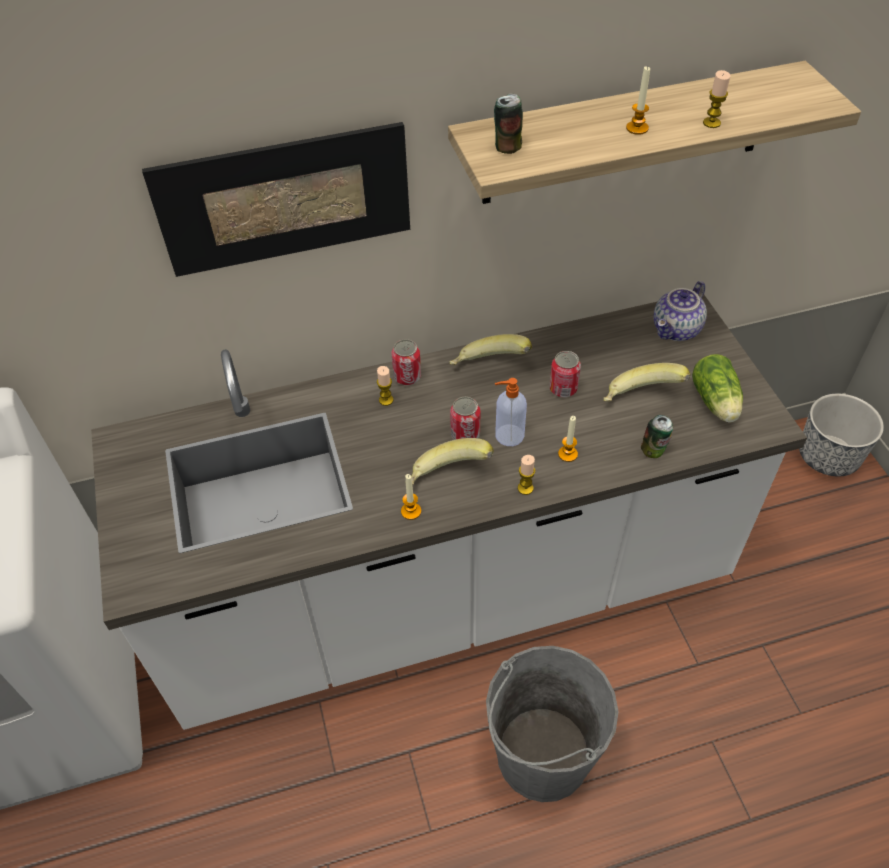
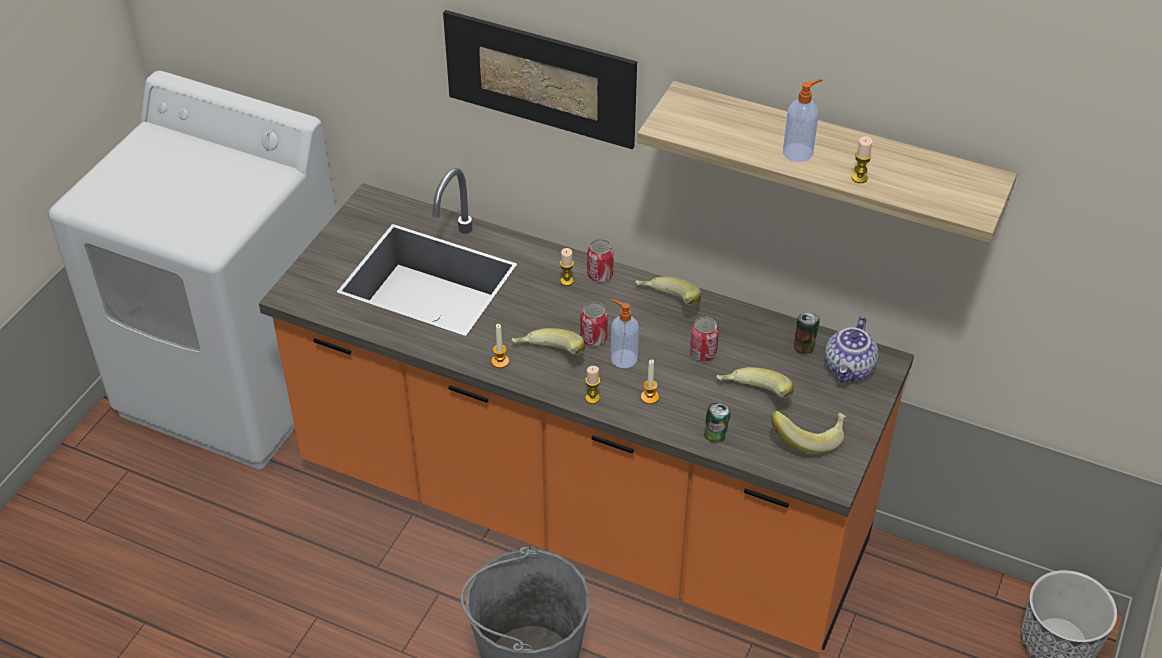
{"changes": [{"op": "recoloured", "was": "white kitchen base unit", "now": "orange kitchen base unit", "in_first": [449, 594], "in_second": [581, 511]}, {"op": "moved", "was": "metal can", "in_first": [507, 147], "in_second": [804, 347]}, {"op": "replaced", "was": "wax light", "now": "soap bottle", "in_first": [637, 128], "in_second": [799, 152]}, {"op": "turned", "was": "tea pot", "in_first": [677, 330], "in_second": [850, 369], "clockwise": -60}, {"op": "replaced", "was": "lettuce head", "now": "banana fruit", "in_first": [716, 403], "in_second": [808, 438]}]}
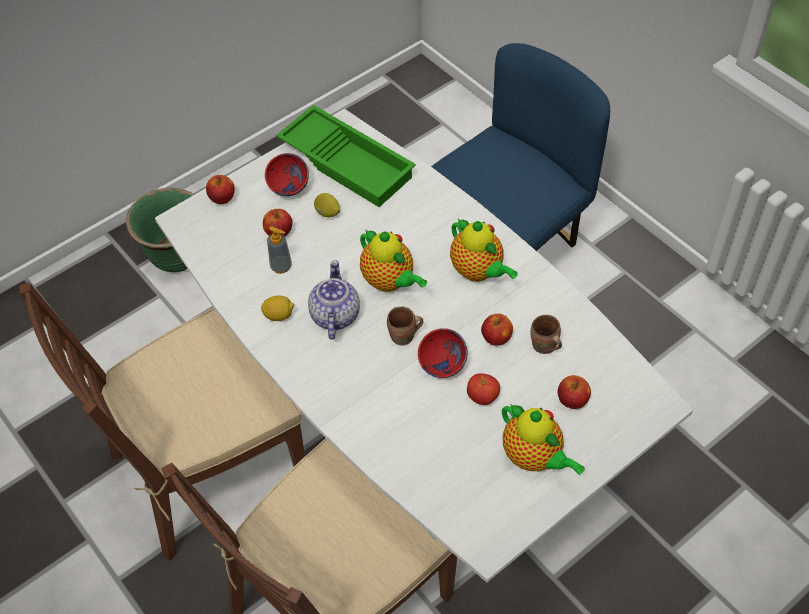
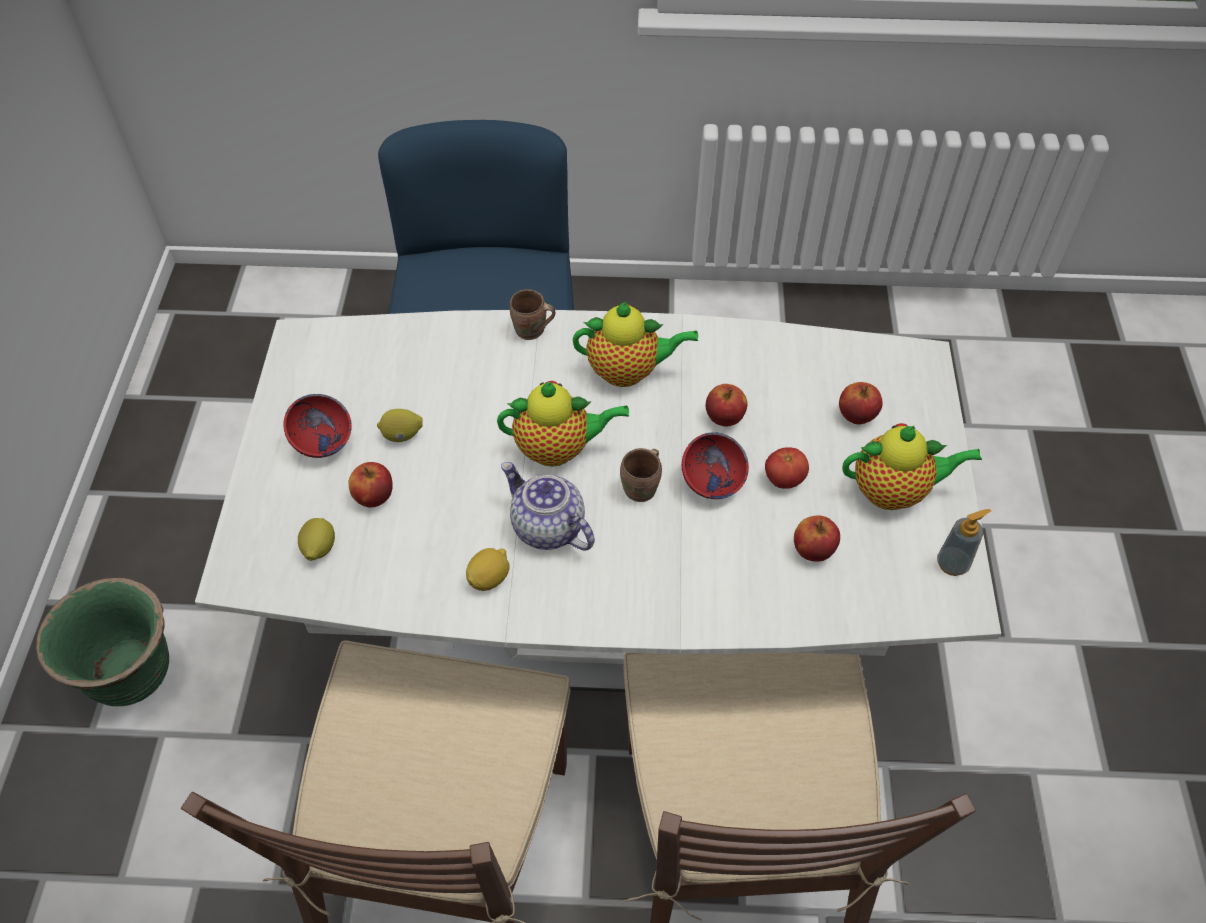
{"changes": [{"op": "moved", "was": "whole apple", "in_first": [222, 198], "in_second": [813, 550]}, {"op": "moved", "was": "soap bottle", "in_first": [281, 266], "in_second": [952, 564]}, {"op": "removed", "was": "green tray", "in_first": [348, 162]}, {"op": "moved", "was": "brownish tea mug", "in_first": [544, 347], "in_second": [531, 331]}, {"op": "added", "now": "lemon", "in_second": [319, 548]}]}
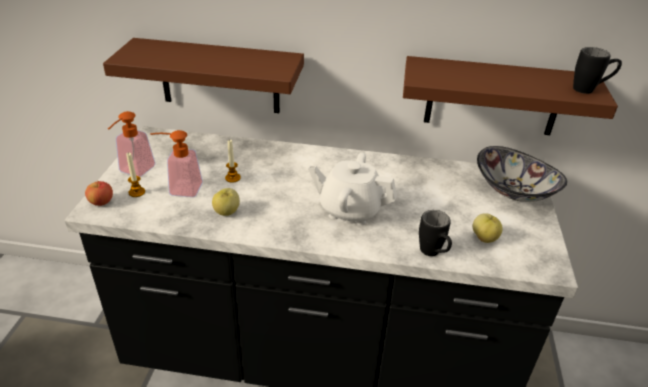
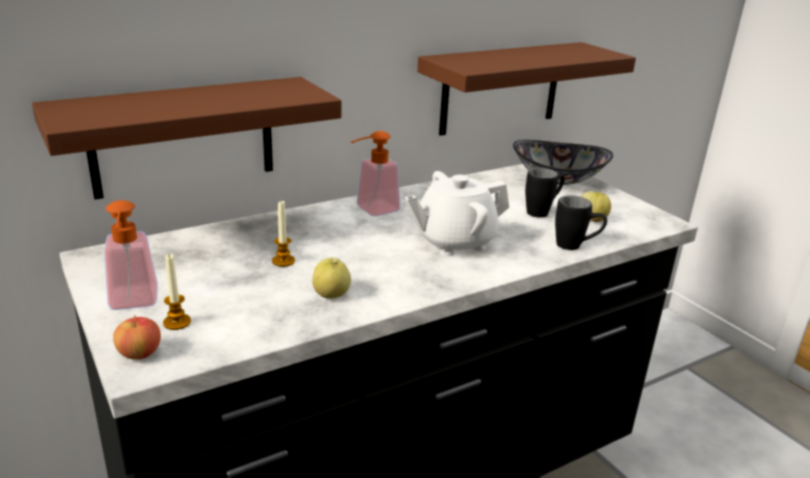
{"changes": [{"op": "moved", "was": "soap bottle", "in_first": [180, 188], "in_second": [371, 210]}, {"op": "moved", "was": "black-coloured tea mug", "in_first": [590, 90], "in_second": [542, 211]}]}
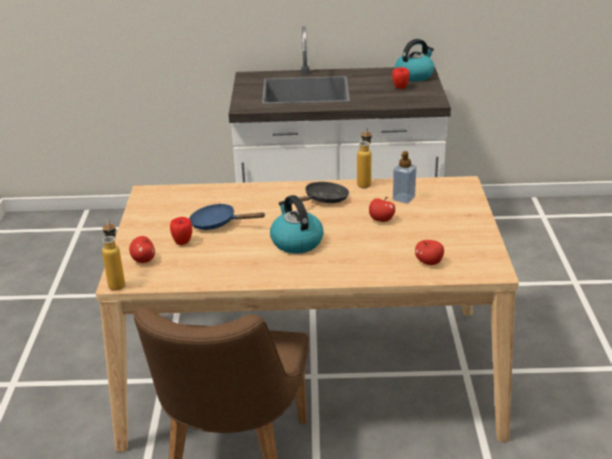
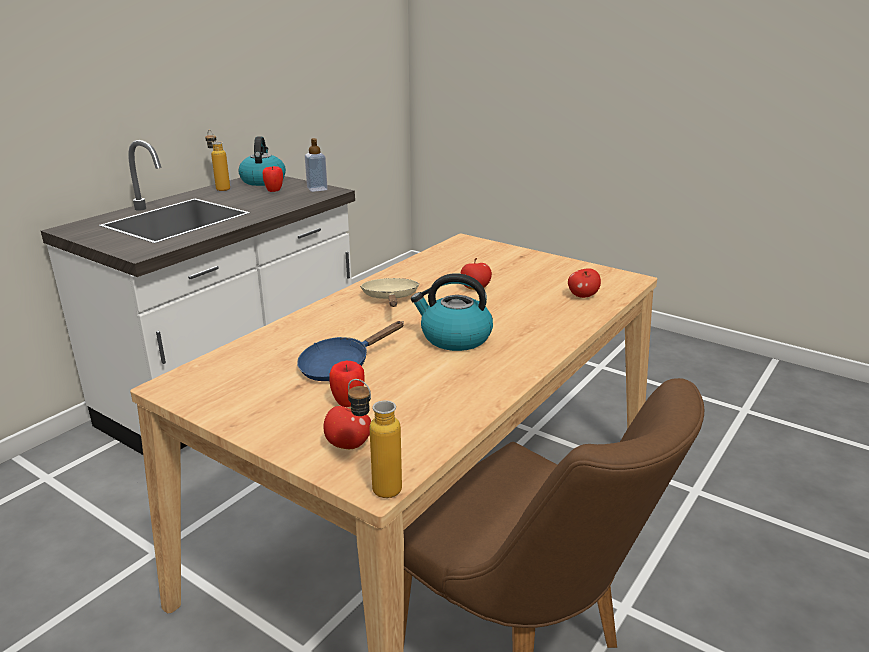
{"changes": [{"op": "recoloured", "was": "black-coloured pan", "now": "beige pan", "in_first": [323, 200], "in_second": [390, 298]}, {"op": "moved", "was": "drink bottle", "in_first": [365, 182], "in_second": [220, 188]}, {"op": "moved", "was": "soap bottle", "in_first": [403, 198], "in_second": [317, 189]}]}
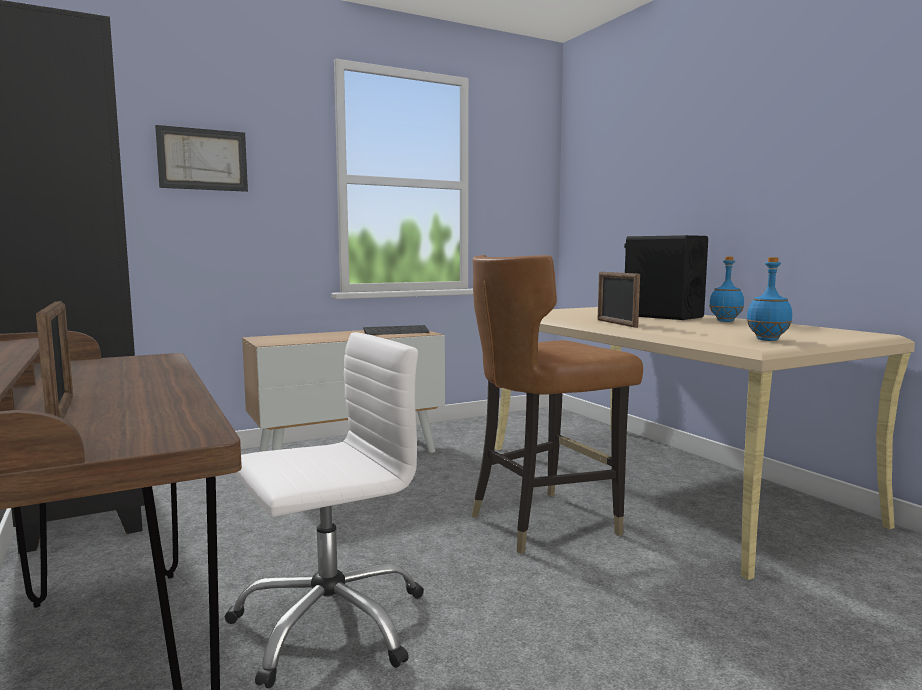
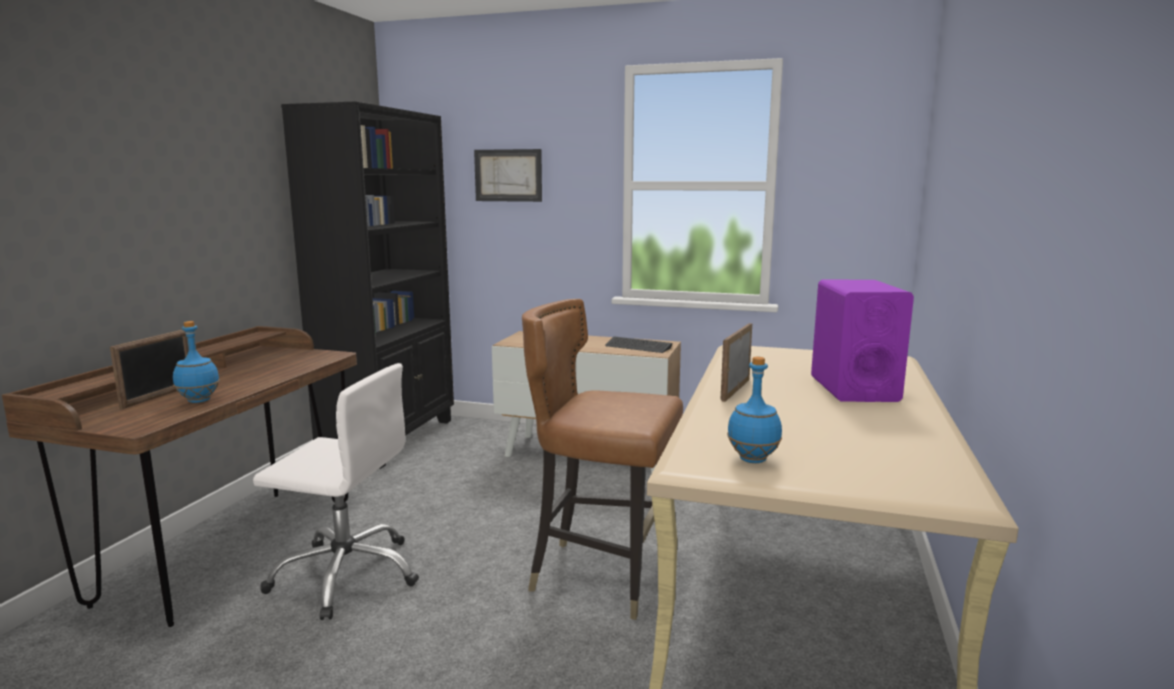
{"changes": [{"op": "recoloured", "was": "black-coloured audio speaker", "now": "purplish audio speaker", "in_first": [662, 316], "in_second": [853, 389]}, {"op": "moved", "was": "blue-coloured drink bottle", "in_first": [726, 321], "in_second": [198, 401]}]}
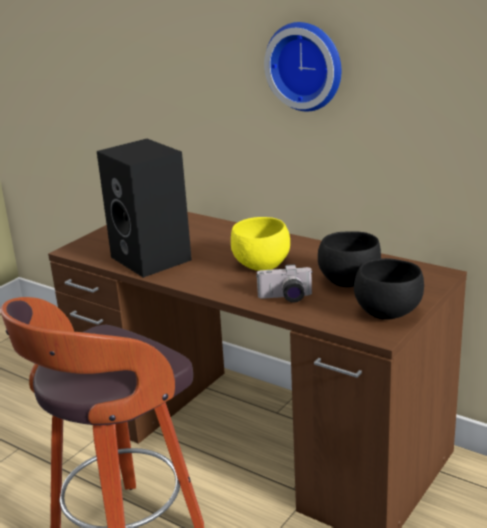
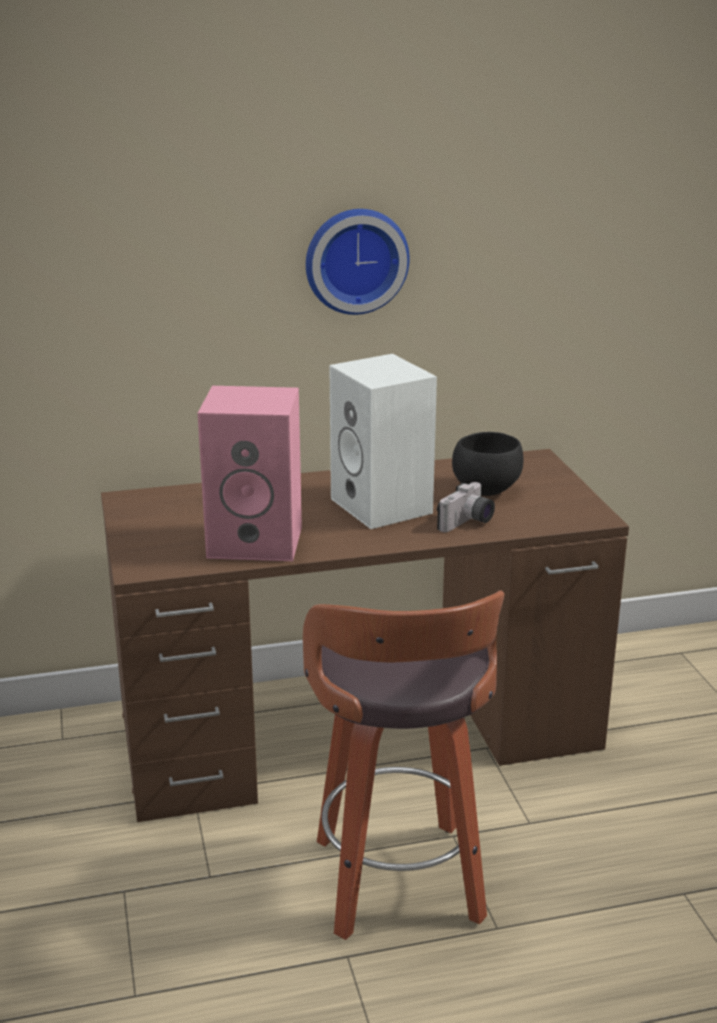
{"changes": [{"op": "recoloured", "was": "black-coloured audio speaker", "now": "pink-coloured audio speaker", "in_first": [153, 259], "in_second": [258, 541]}, {"op": "replaced", "was": "yellow-coloured deep dish", "now": "white audio speaker", "in_first": [262, 266], "in_second": [384, 506]}, {"op": "removed", "was": "black-coloured deep dish", "in_first": [388, 313]}]}
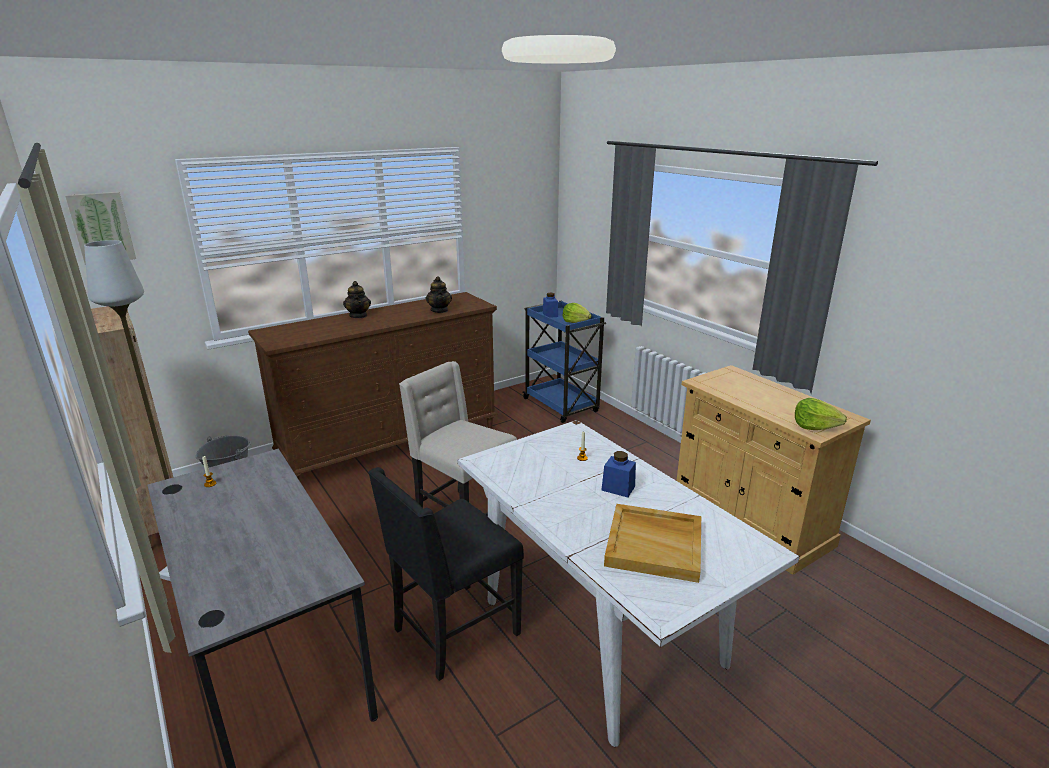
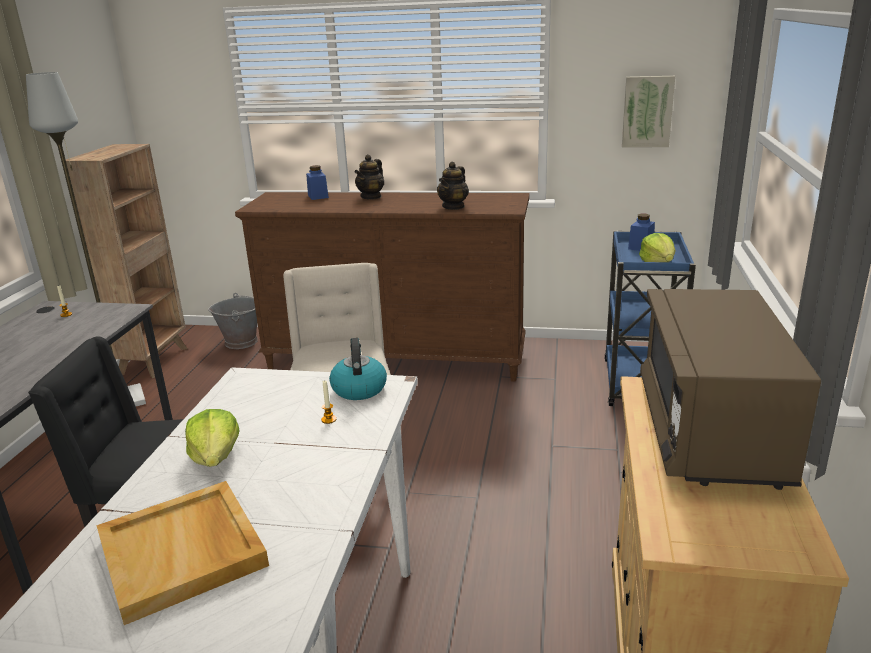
{"changes": [{"op": "moved", "was": "wall art", "in_first": [101, 227], "in_second": [647, 111]}, {"op": "moved", "was": "blue-coloured jar", "in_first": [618, 488], "in_second": [318, 196]}, {"op": "moved", "was": "lettuce head", "in_first": [814, 426], "in_second": [216, 457]}, {"op": "added", "now": "kettle", "in_second": [358, 388]}, {"op": "added", "now": "brownish microwave", "in_second": [709, 431]}]}
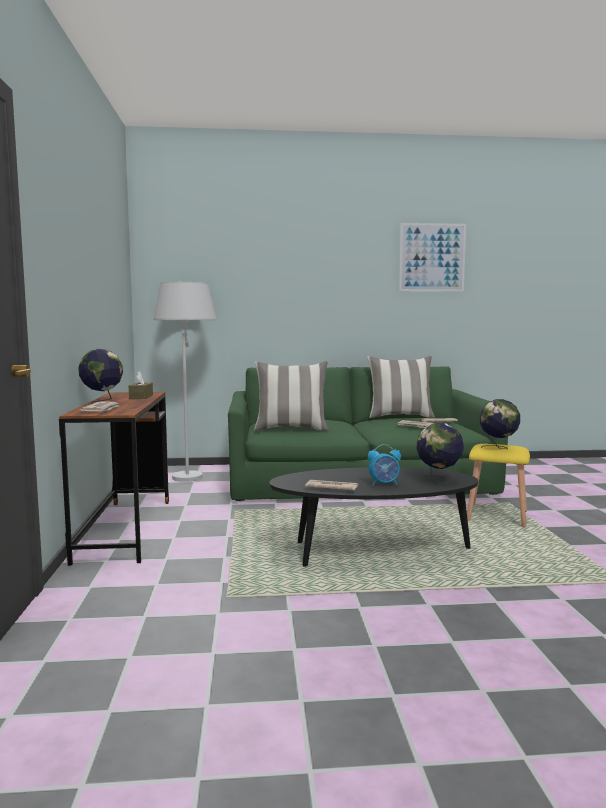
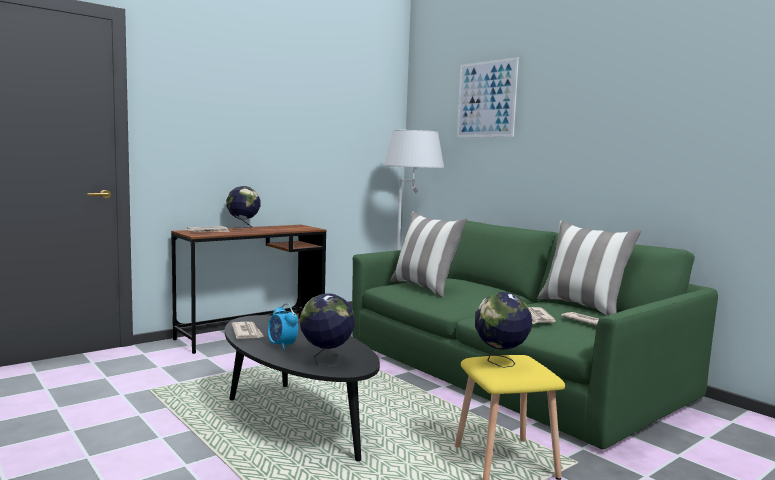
{"changes": [{"op": "removed", "was": "brownish box of tissues", "in_first": [141, 397]}, {"op": "moved", "was": "wall art", "in_first": [432, 257], "in_second": [486, 99]}]}
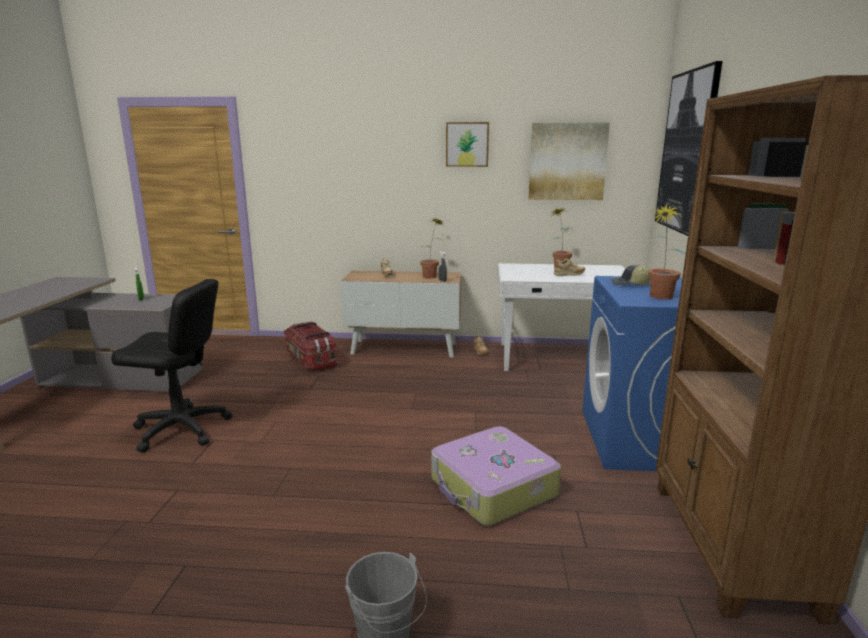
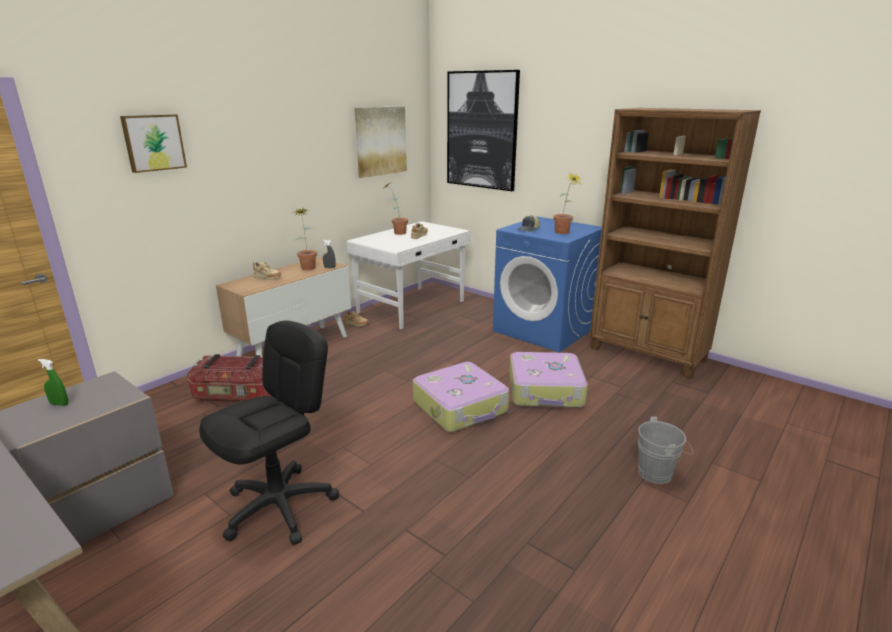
{"changes": [{"op": "moved", "was": "wall art", "in_first": [467, 144], "in_second": [153, 142]}, {"op": "added", "now": "piece of luggage", "in_second": [461, 407]}]}
